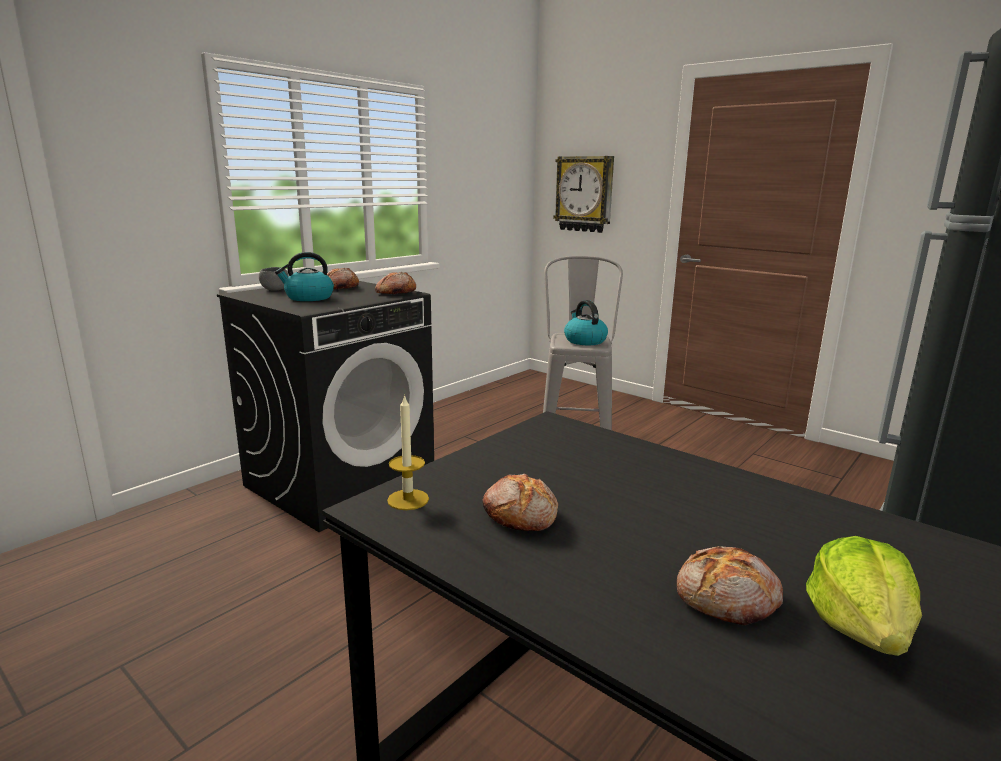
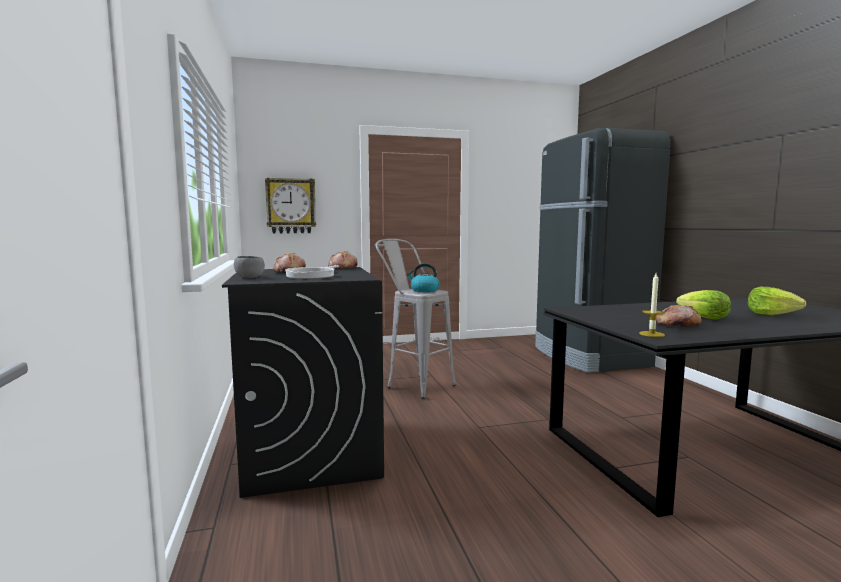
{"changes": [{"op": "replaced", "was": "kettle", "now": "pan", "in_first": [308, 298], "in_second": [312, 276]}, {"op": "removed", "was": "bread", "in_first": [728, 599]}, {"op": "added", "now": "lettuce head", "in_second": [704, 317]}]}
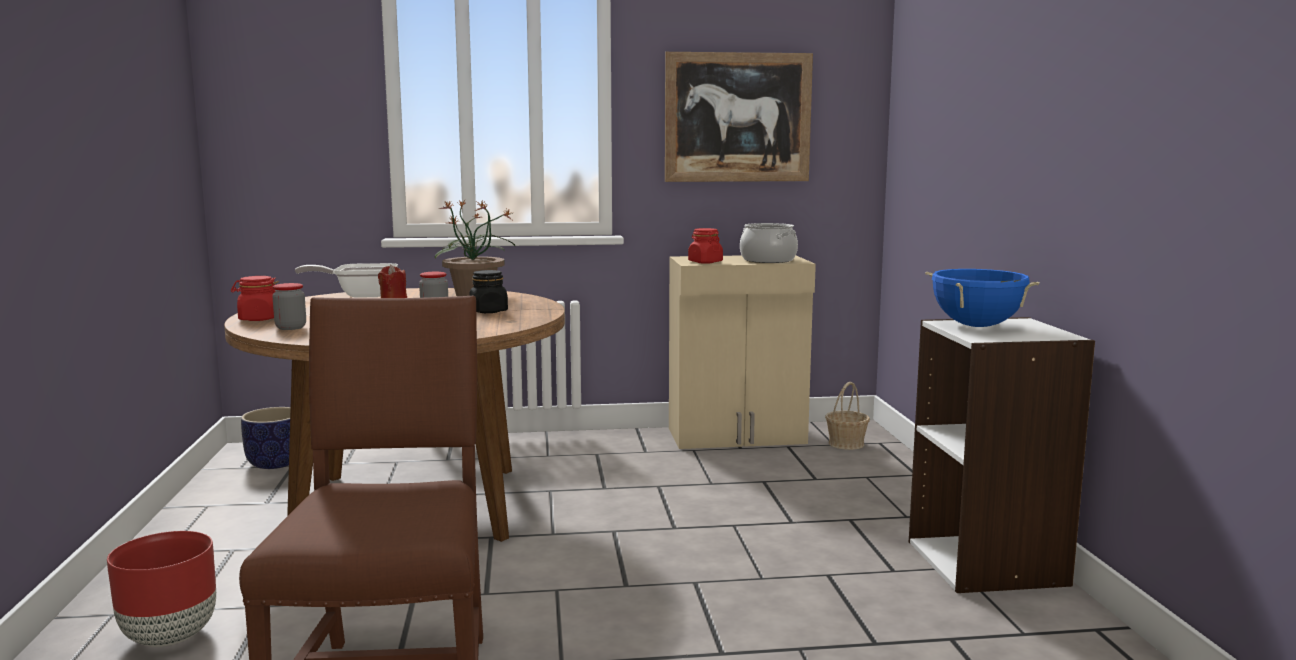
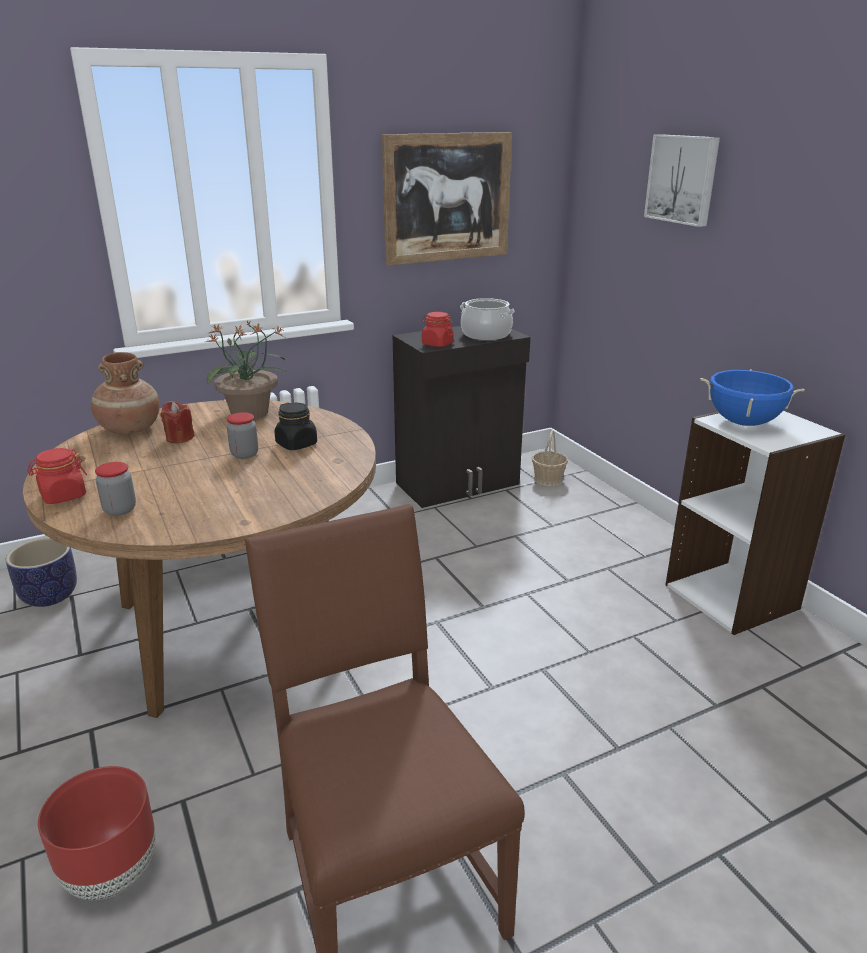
{"changes": [{"op": "replaced", "was": "pan", "now": "brownish vase", "in_first": [360, 295], "in_second": [129, 429]}, {"op": "recoloured", "was": "beige cabinet", "now": "black-coloured cabinet", "in_first": [738, 436], "in_second": [459, 484]}, {"op": "added", "now": "wall art", "in_second": [683, 179]}]}
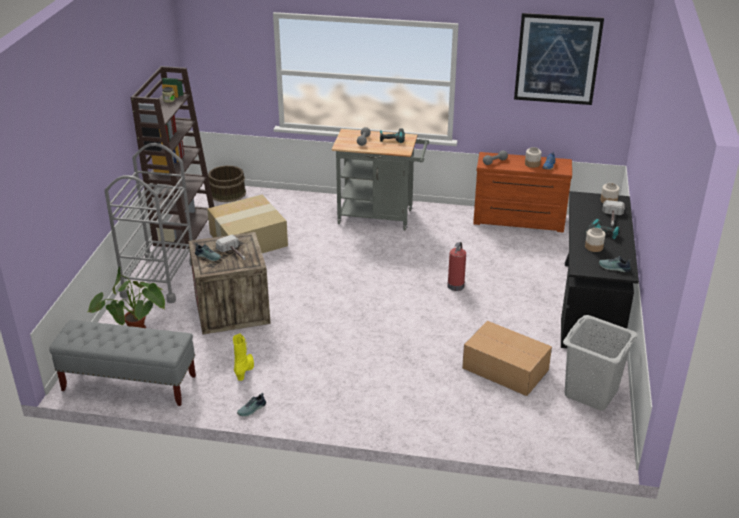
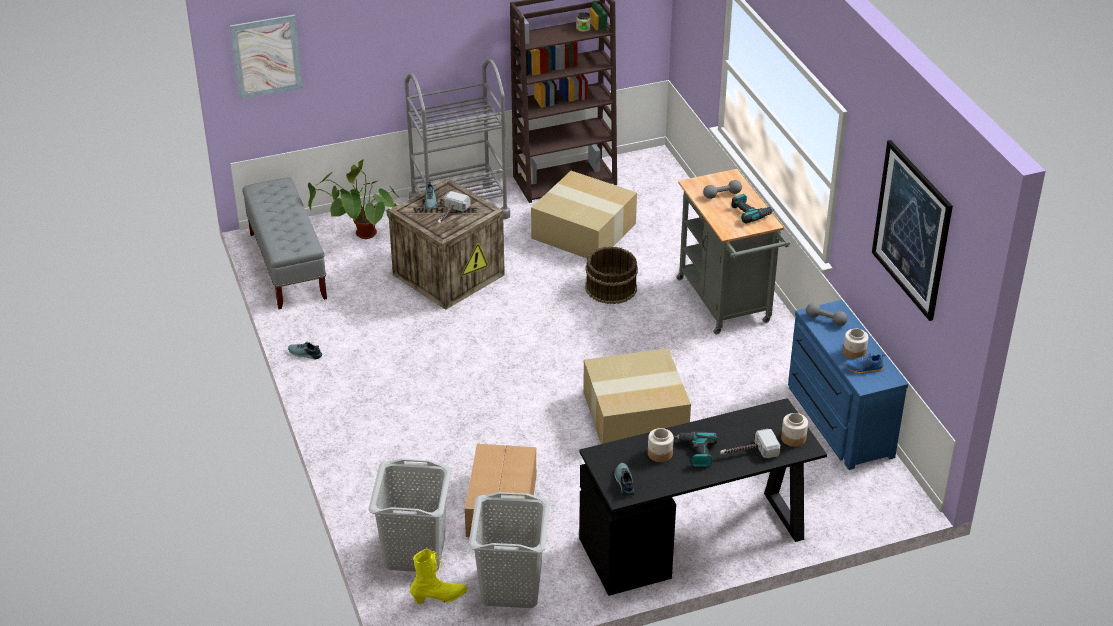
{"changes": [{"op": "moved", "was": "brownish water bucket", "in_first": [227, 193], "in_second": [610, 288]}, {"op": "moved", "was": "yellow-coloured boot", "in_first": [245, 370], "in_second": [439, 597]}, {"op": "replaced", "was": "fire extinguisher", "now": "carton", "in_first": [456, 285], "in_second": [634, 415]}, {"op": "recoloured", "was": "brownish drawer chest", "now": "blue-coloured drawer chest", "in_first": [519, 221], "in_second": [837, 421]}, {"op": "added", "now": "wall art", "in_second": [266, 56]}, {"op": "added", "now": "greyish washing basket", "in_second": [414, 553]}]}
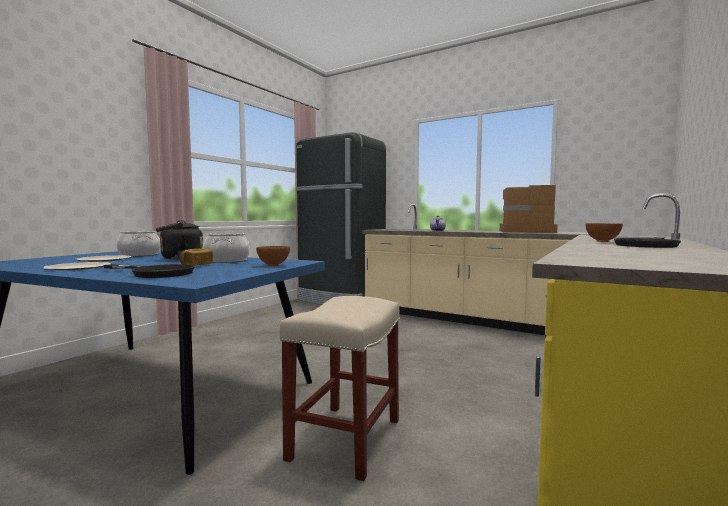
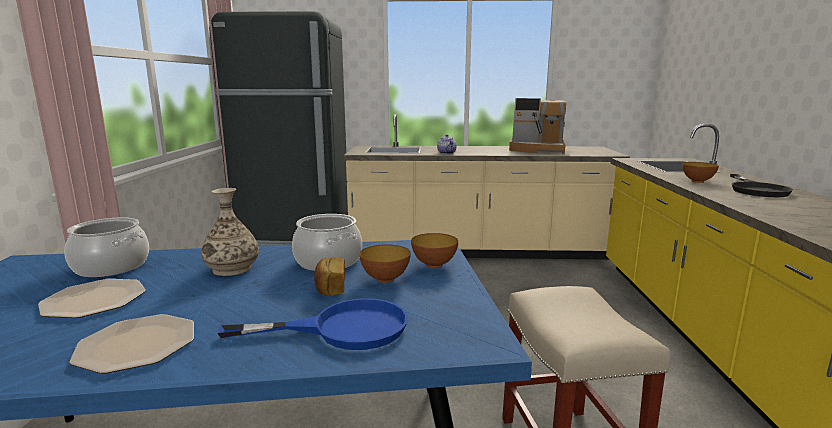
{"changes": [{"op": "recoloured", "was": "black-coloured pan", "now": "blue-coloured pan", "in_first": [156, 273], "in_second": [342, 328]}, {"op": "replaced", "was": "black-coloured kettle", "now": "vase", "in_first": [179, 258], "in_second": [232, 268]}, {"op": "turned", "was": "coffee maker", "in_first": [525, 231], "in_second": [537, 150], "clockwise": -150}, {"op": "added", "now": "deep dish", "in_second": [385, 279]}]}
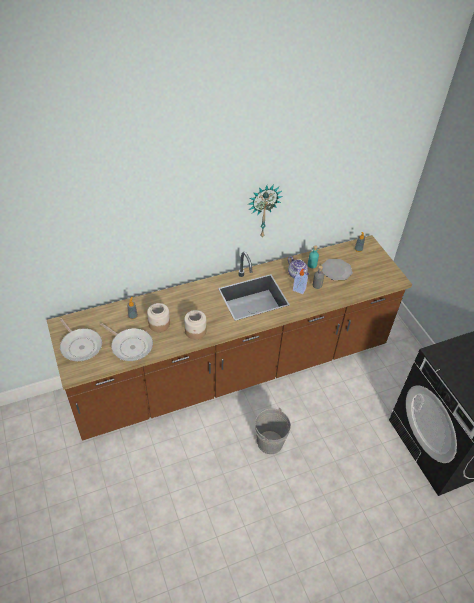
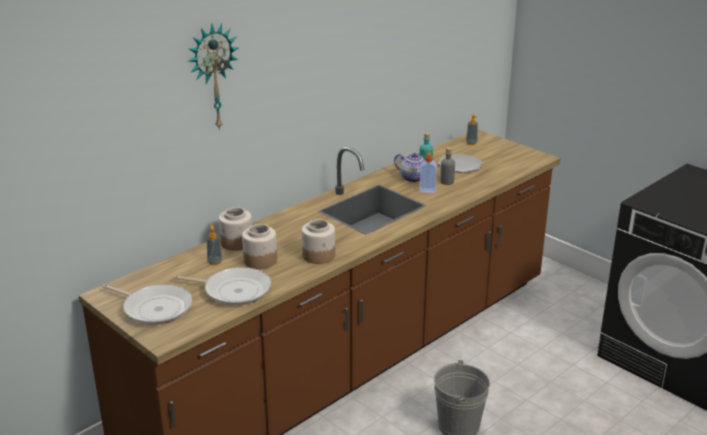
{"changes": [{"op": "moved", "was": "wall clock", "in_first": [263, 210], "in_second": [212, 77]}, {"op": "added", "now": "jar", "in_second": [236, 243]}]}
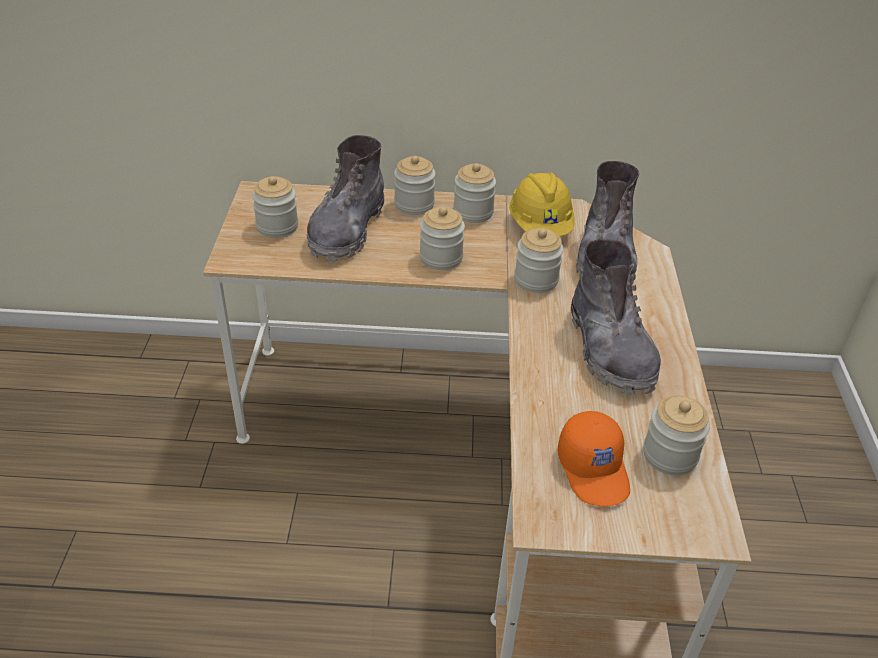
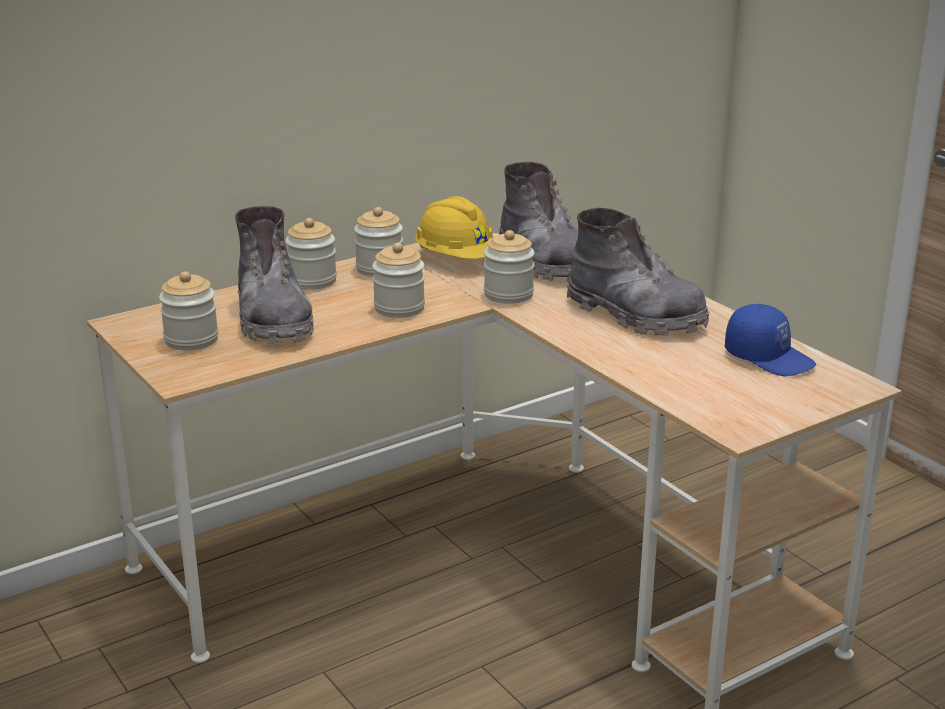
{"changes": [{"op": "removed", "was": "orange peaked cap", "in_first": [594, 470]}, {"op": "replaced", "was": "jar", "now": "blue-coloured peaked cap", "in_first": [670, 455], "in_second": [769, 358]}]}
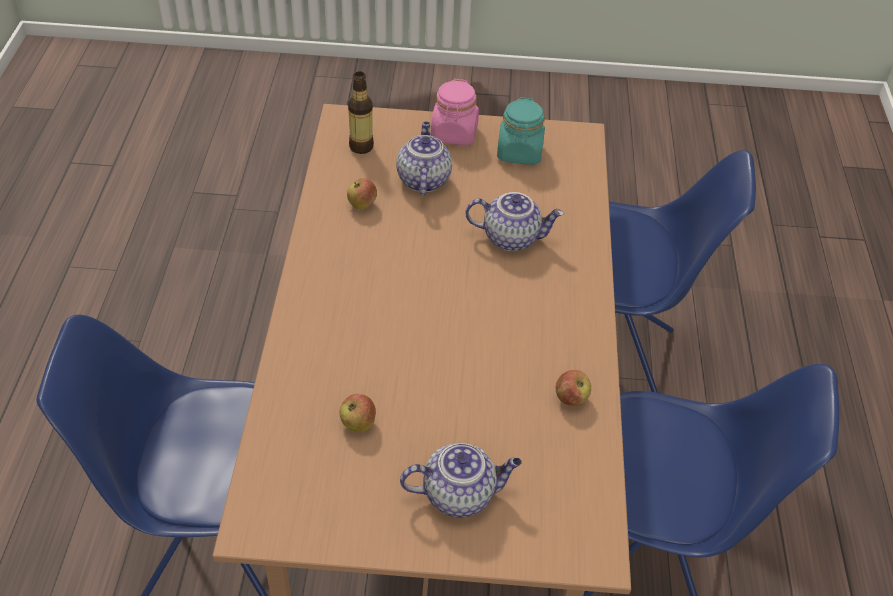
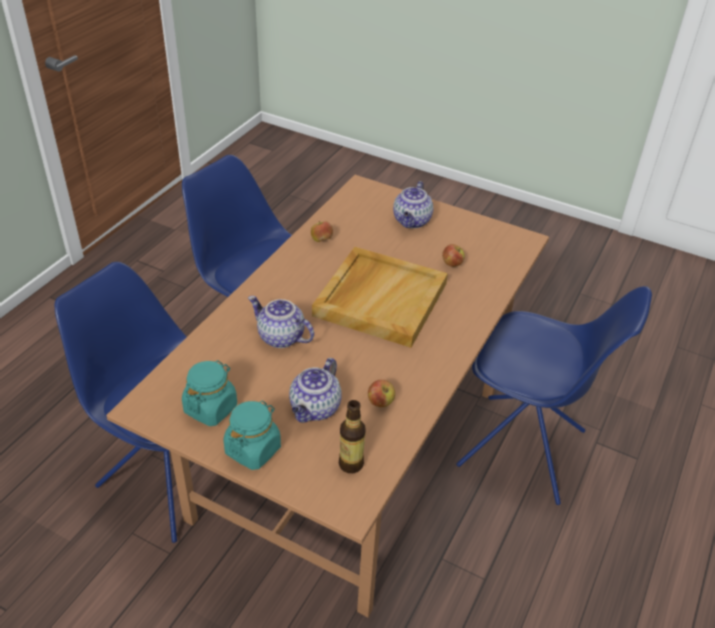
{"changes": [{"op": "turned", "was": "tea pot", "in_first": [460, 494], "in_second": [412, 221], "clockwise": -90}, {"op": "recoloured", "was": "pink-coloured jar", "now": "blue-green jar", "in_first": [454, 133], "in_second": [253, 449]}, {"op": "added", "now": "beige tray", "in_second": [380, 298]}]}
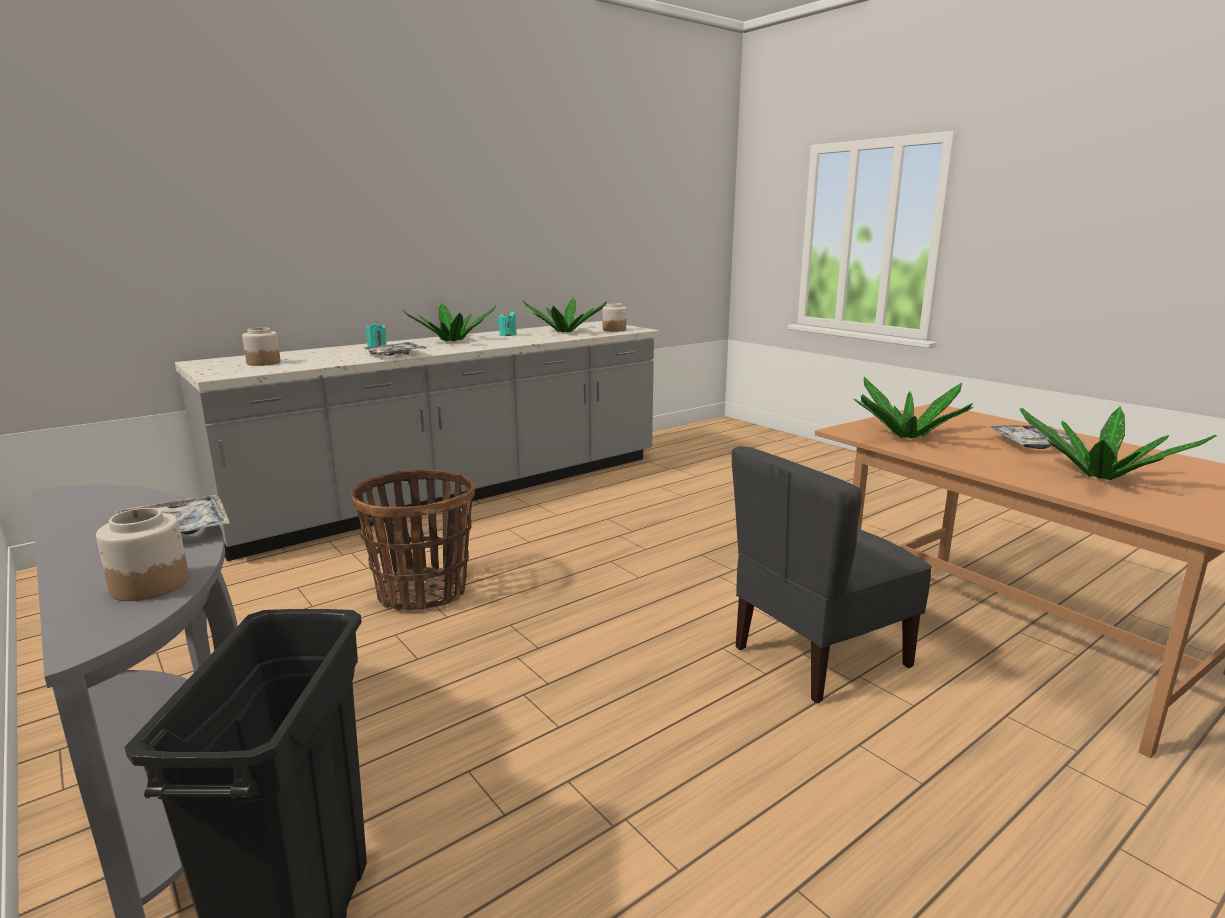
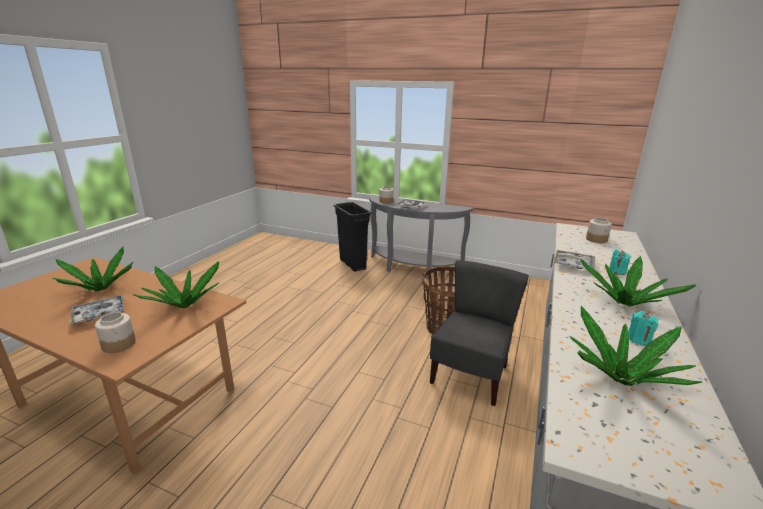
{"changes": [{"op": "moved", "was": "jar", "in_first": [614, 330], "in_second": [119, 344]}, {"op": "moved", "was": "greyish upright chair", "in_first": [818, 656], "in_second": [471, 375]}]}
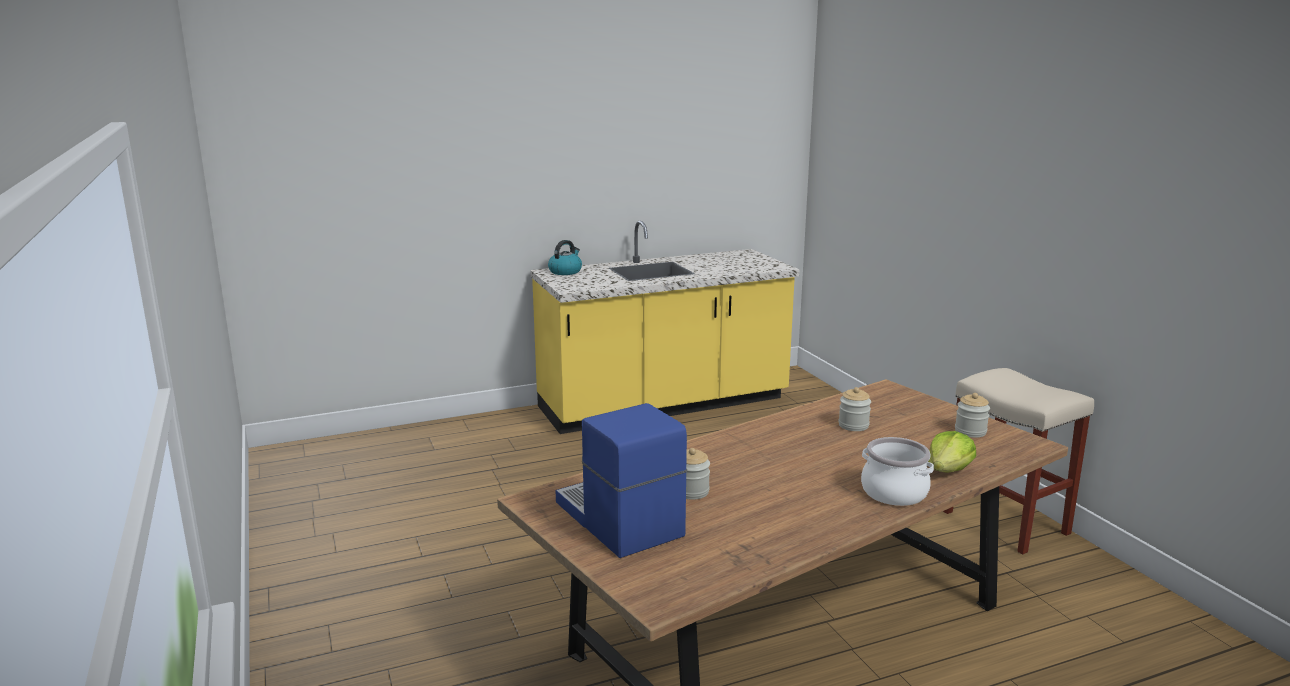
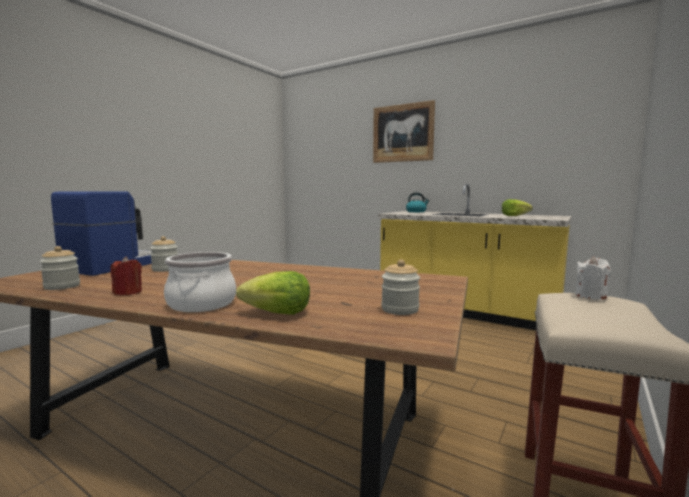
{"changes": [{"op": "moved", "was": "jar", "in_first": [853, 425], "in_second": [62, 286]}, {"op": "added", "now": "red wax light", "in_second": [128, 292]}, {"op": "added", "now": "wall art", "in_second": [402, 133]}, {"op": "added", "now": "lettuce head", "in_second": [514, 216]}, {"op": "added", "now": "white wax light", "in_second": [590, 296]}]}
